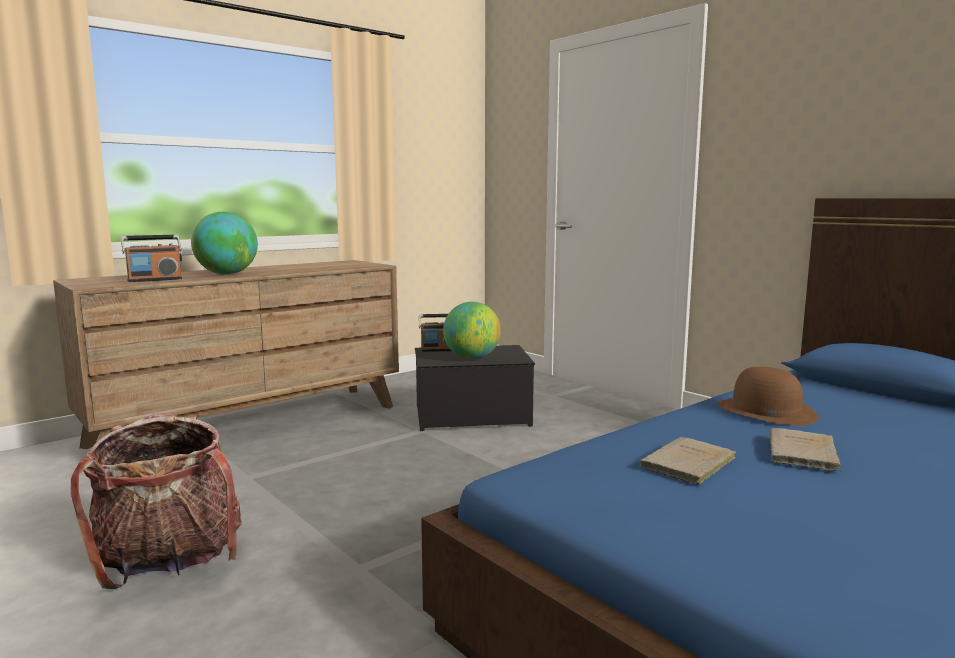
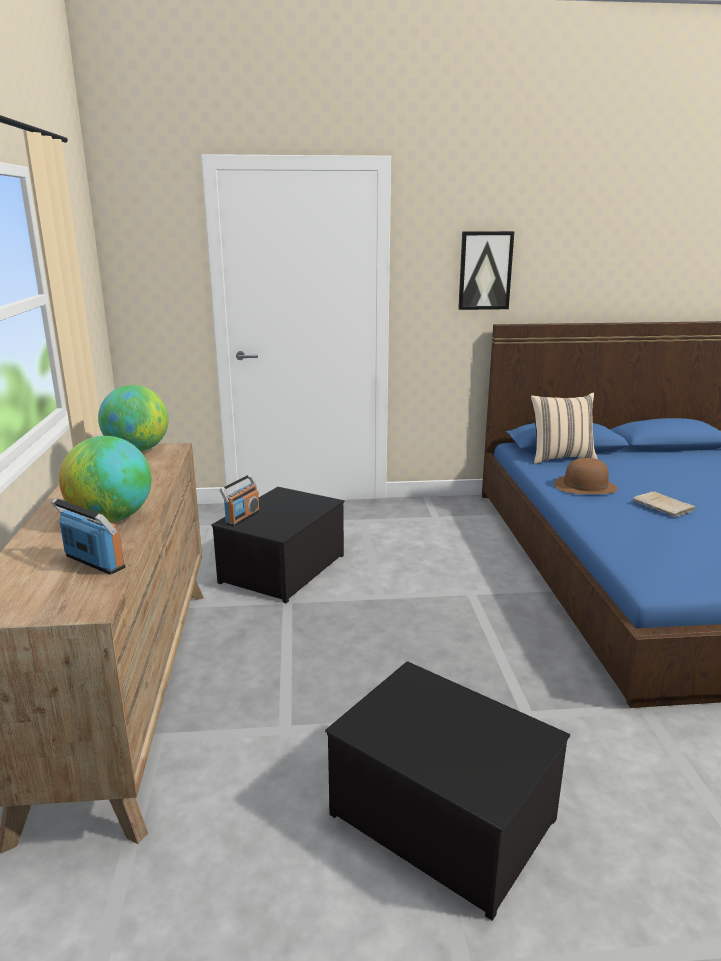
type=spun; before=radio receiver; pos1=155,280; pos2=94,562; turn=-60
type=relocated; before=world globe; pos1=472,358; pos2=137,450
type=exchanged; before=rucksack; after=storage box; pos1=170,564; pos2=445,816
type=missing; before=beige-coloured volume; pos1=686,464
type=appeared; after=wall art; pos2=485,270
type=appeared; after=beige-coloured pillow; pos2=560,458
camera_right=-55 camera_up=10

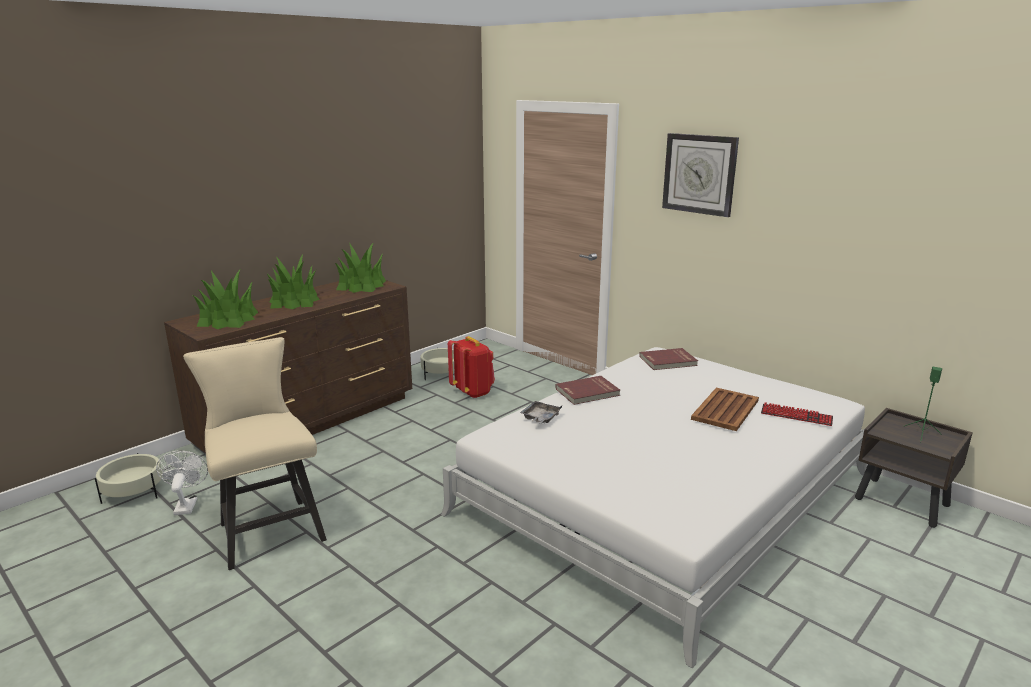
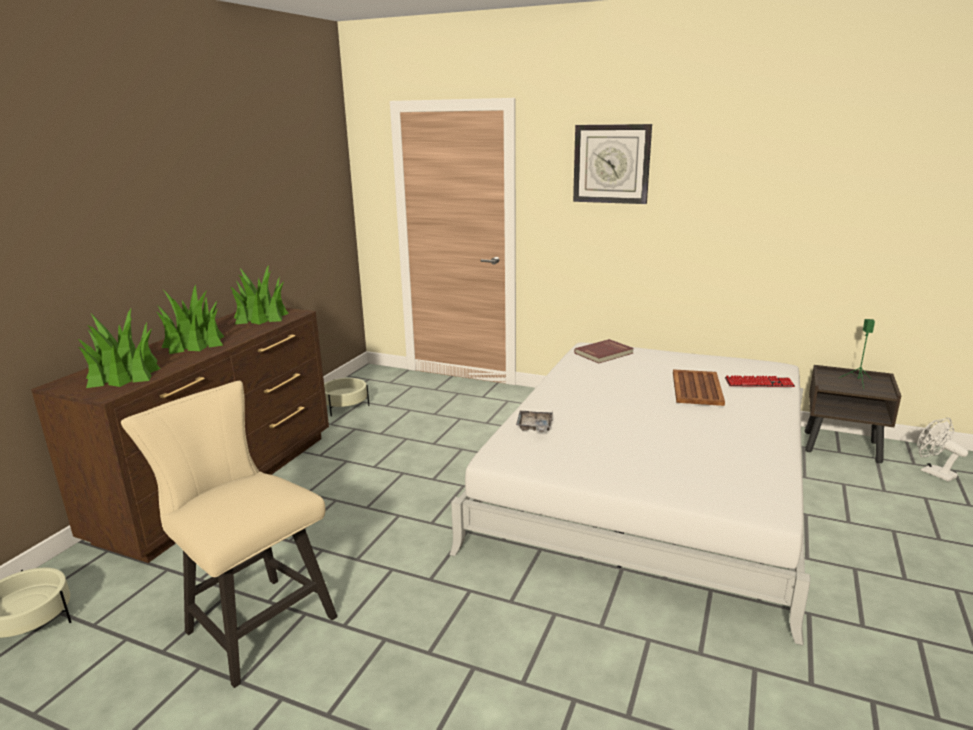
type=missing; before=red-coloured rucksack; pos1=473,392
type=missing; before=red-coloured volume; pos1=588,392
type=relocated; before=whitish cooling fan; pos1=186,504; pos2=933,472
camera_right=-20 camera_up=0

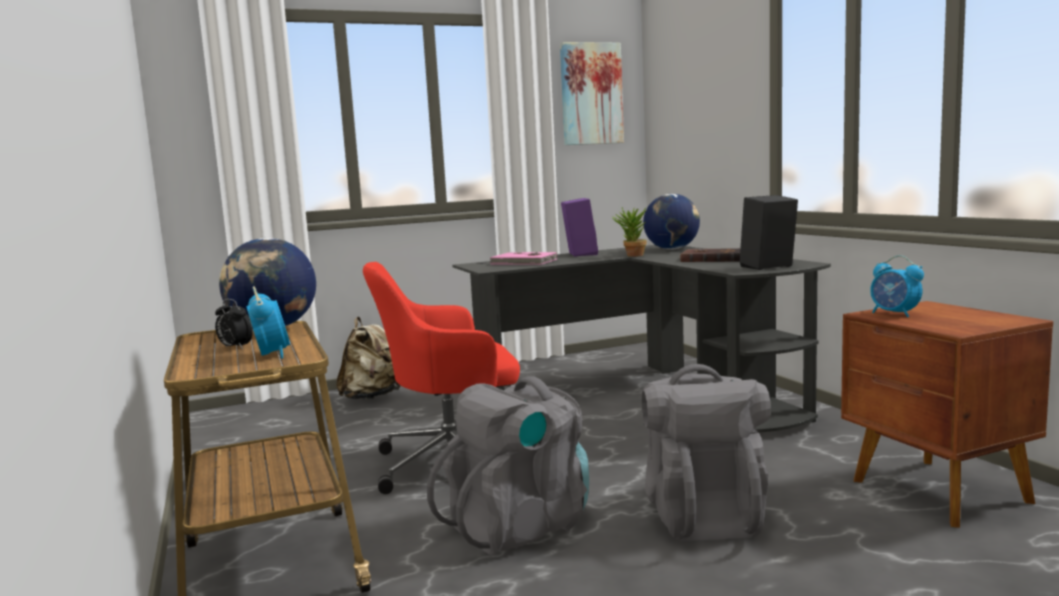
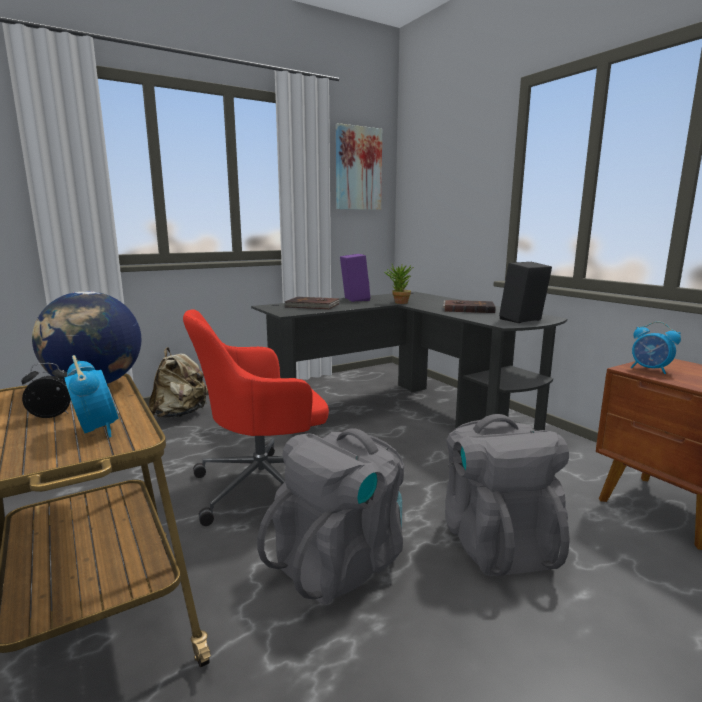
type=missing; before=world globe; pos1=672,249
type=colour; before=pinkish volume; after=brown-coloured volume; pos1=524,262; pos2=312,306
type=spun; before=alarm clock; pos1=235,348; pos2=52,416; turn=135
camera_right=-10 camera_up=5

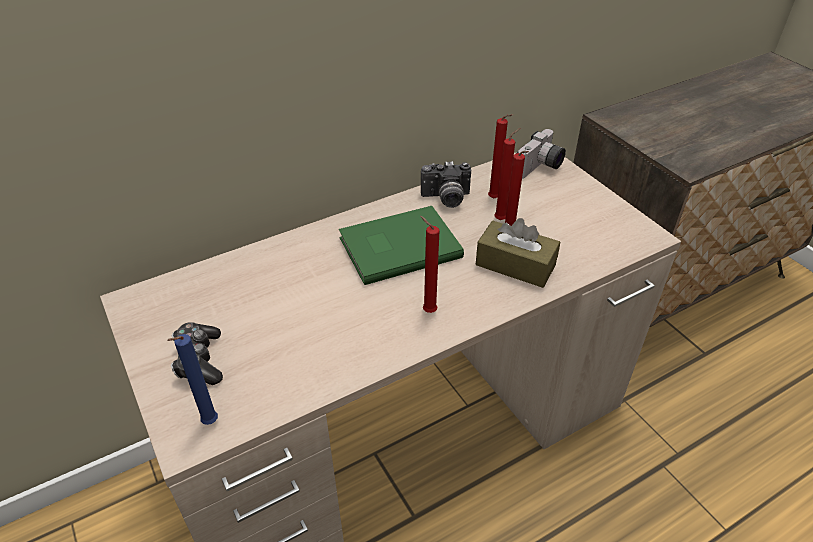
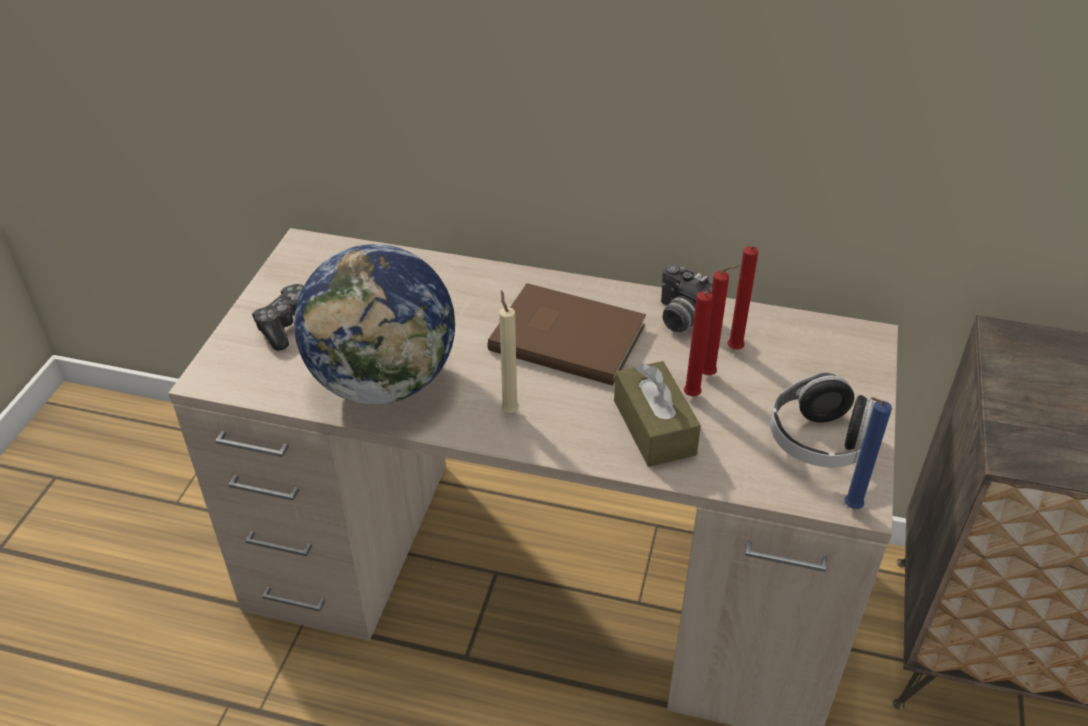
type=missing; before=photo camera; pos1=540,168
type=colour; before=green volume; after=brown-coloured volume; pos1=397,246; pos2=566,335
type=colour; before=red-coloured wax light; after=beige-coloured wax light; pos1=427,311; pos2=509,410
type=relocated; before=blue-coloured wax light; pos1=208,424; pos2=849,507
type=appeared; after=world globe; pos2=384,382
type=appeared; after=headphones; pos2=820,441
camera_right=45 camera_up=0

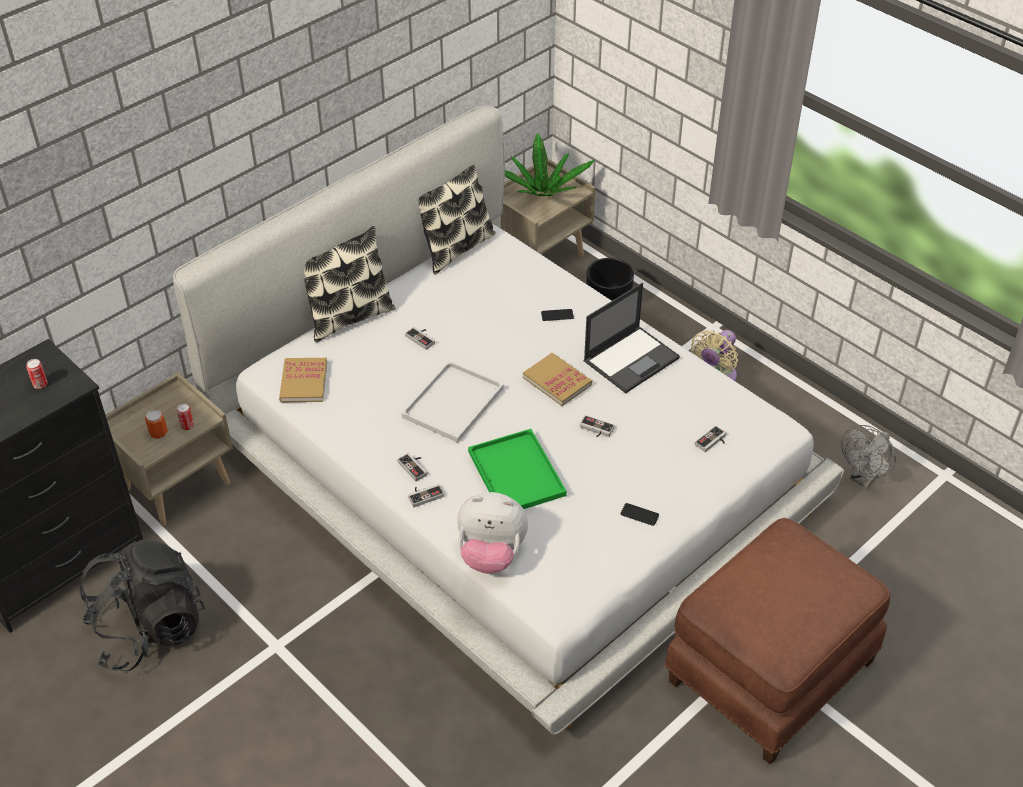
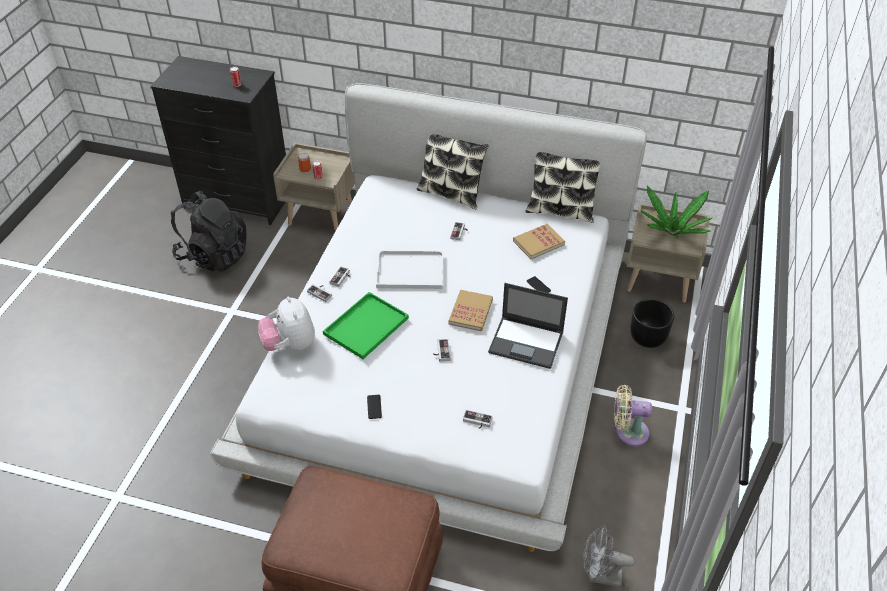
type=relocated; before=volume; pos1=303,382; pos2=538,243
camera_right=60 camera_up=0

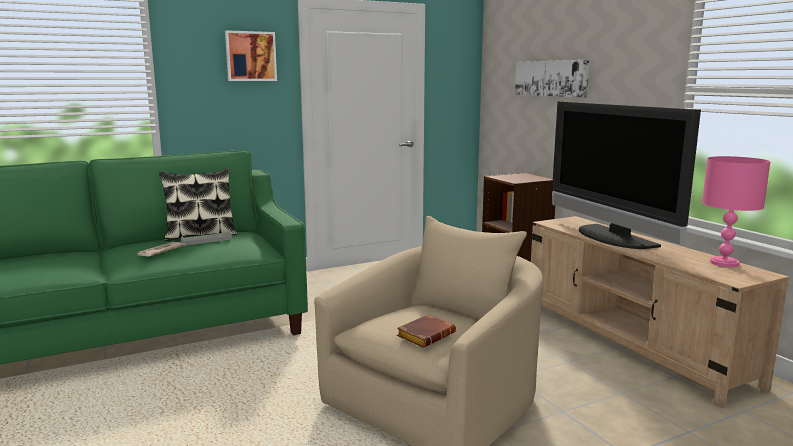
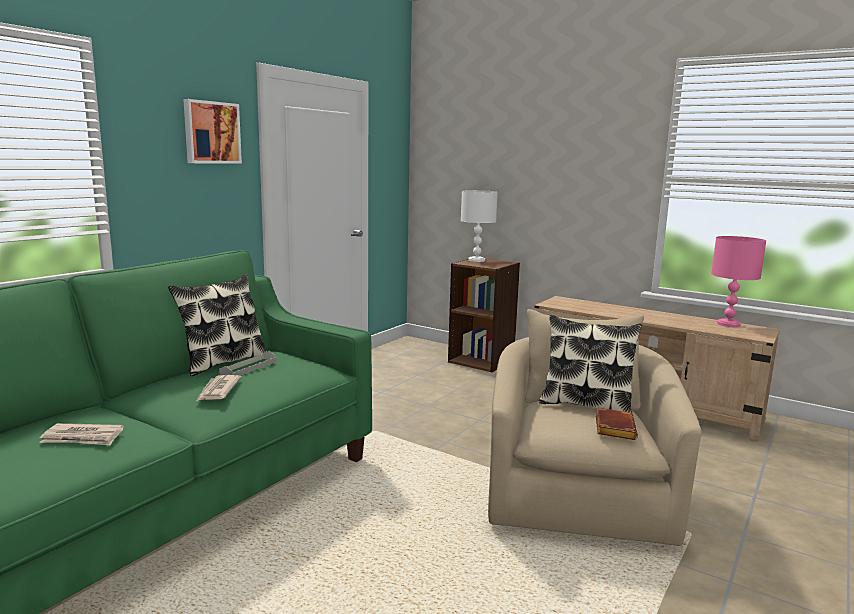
type=missing; before=wall art; pos1=551,78
type=missing; before=TV set; pos1=611,237
type=appeared; after=whitish table lamp; pos2=476,260
type=appeared; after=pillow; pos2=586,404
type=appeared; after=printed paper; pos2=83,438
camera_right=-30 camera_up=0

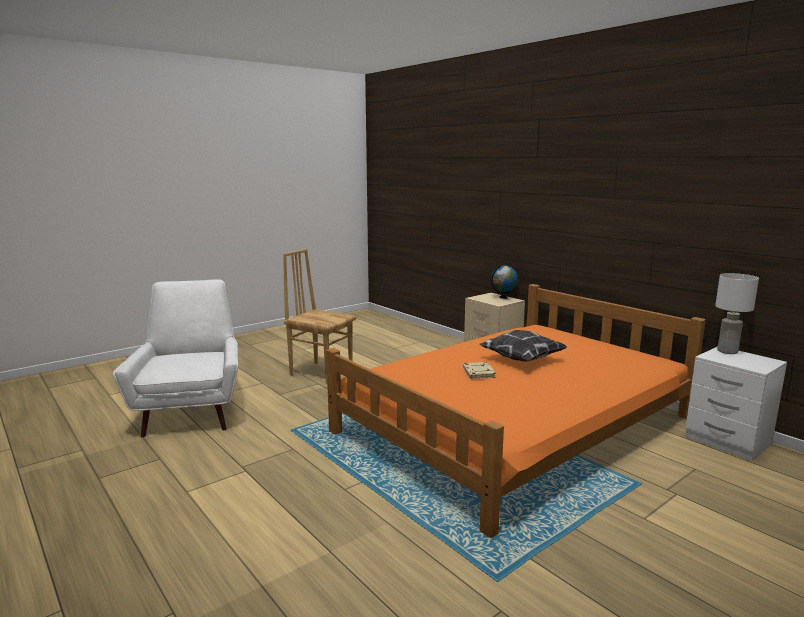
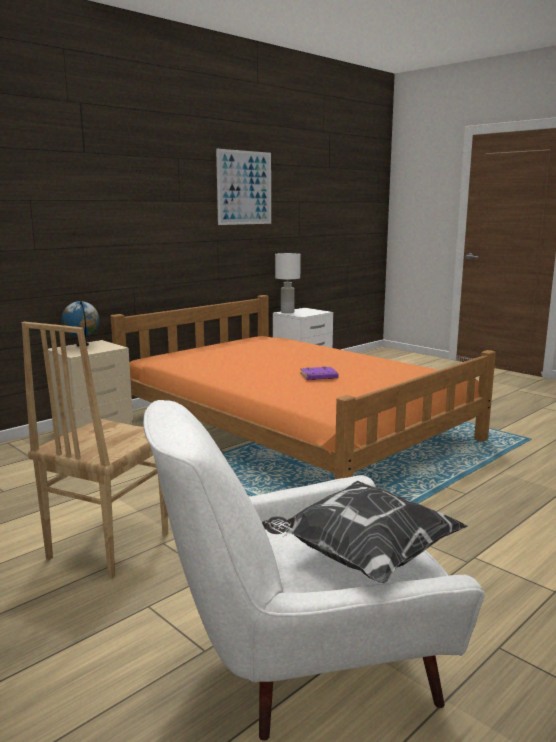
type=relocated; before=pillow; pos1=521,359; pos2=360,557
type=colour; before=beige-coloured volume; after=purple-coloured volume; pos1=478,373; pos2=318,377
type=appeared; after=wall art; pos2=244,188
camera_right=-95 camera_up=0

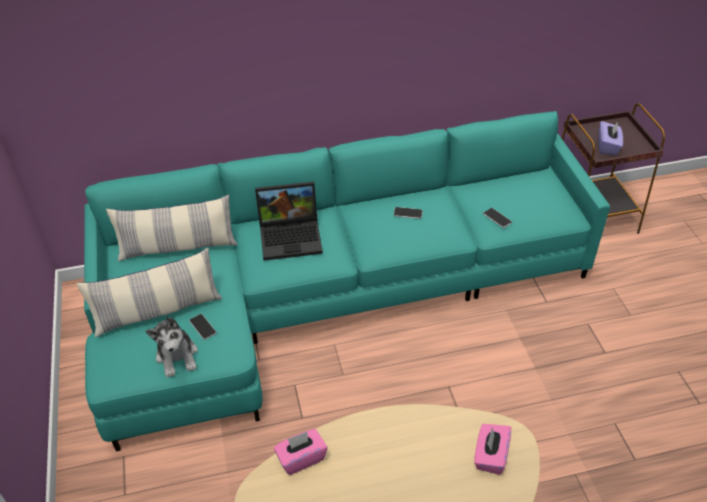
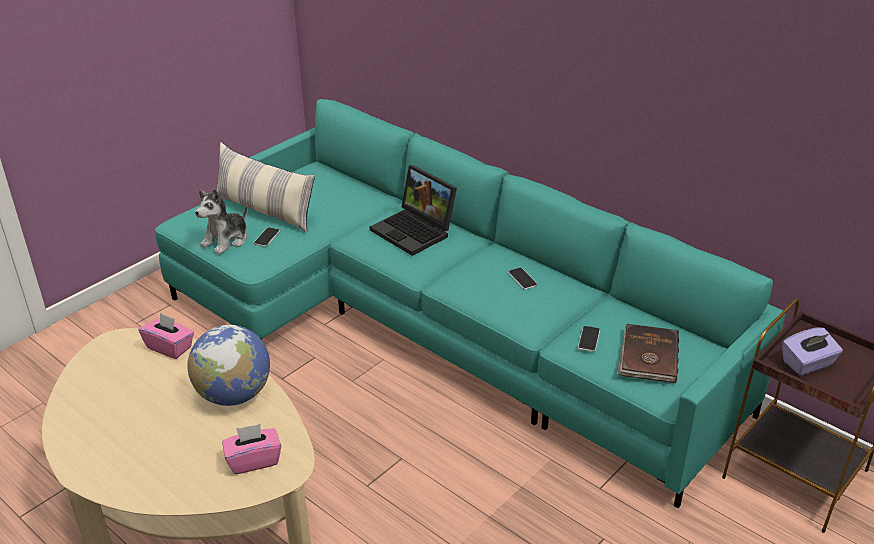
type=missing; before=pillow; pos1=178,247
type=appeared; after=brown-coloured volume; pos2=648,356
type=appeared; after=world globe; pos2=234,395
camera_right=55 camera_up=-10

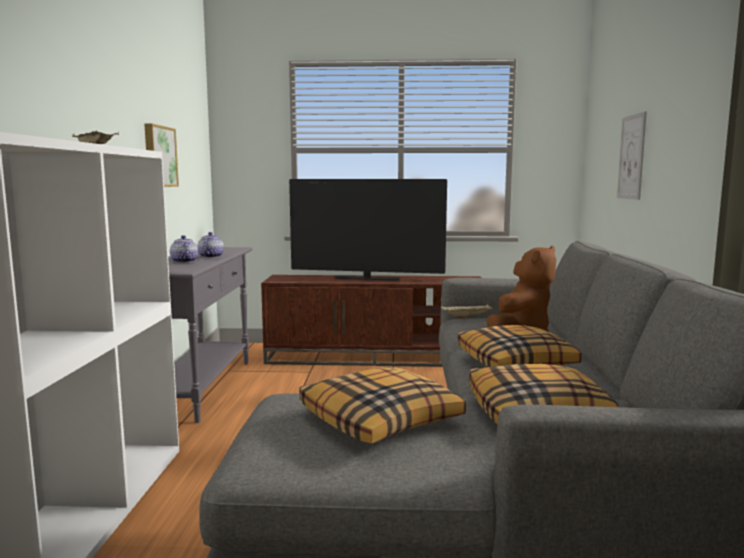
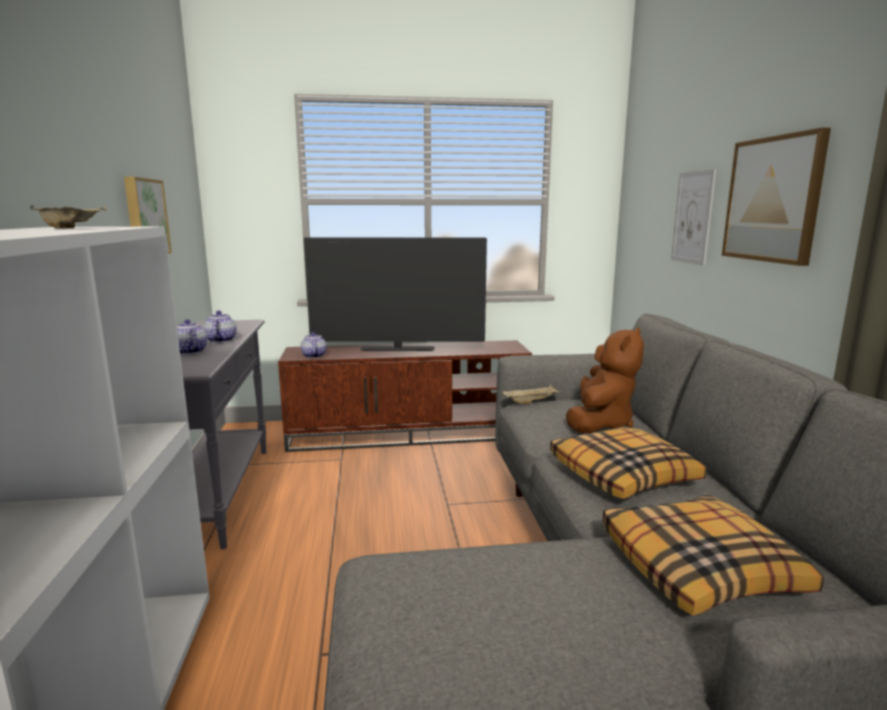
type=missing; before=pillow; pos1=380,419
type=appeared; after=wall art; pos2=773,199
type=appeared; after=tea pot; pos2=313,356
camera_right=-10 camera_up=5

